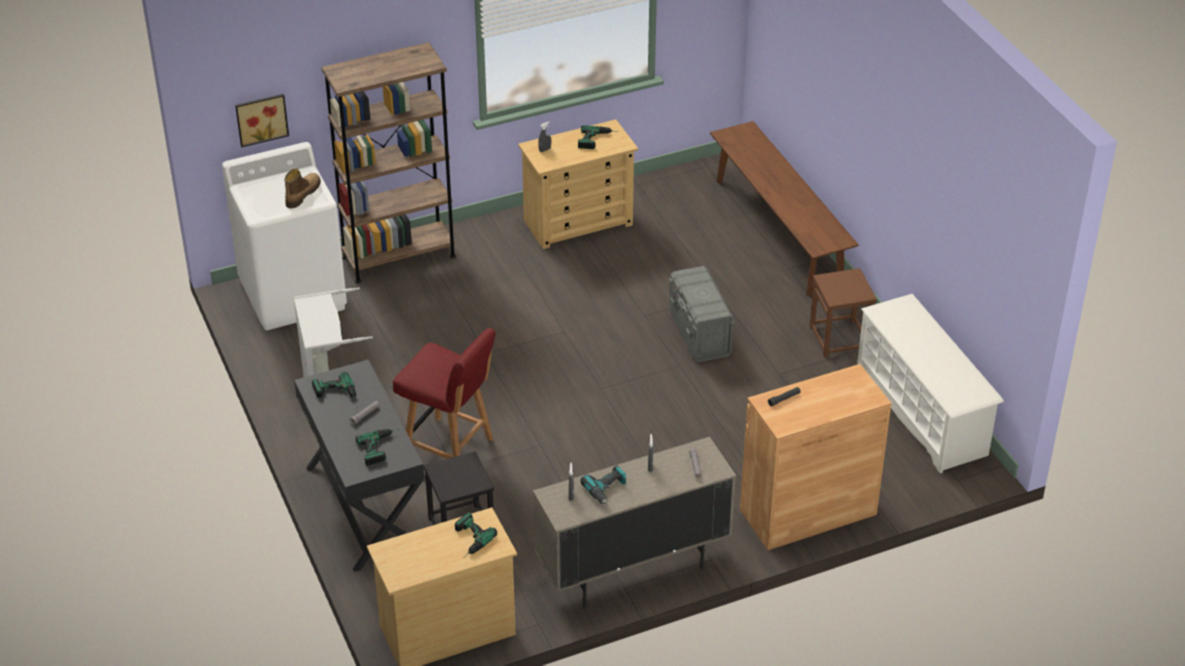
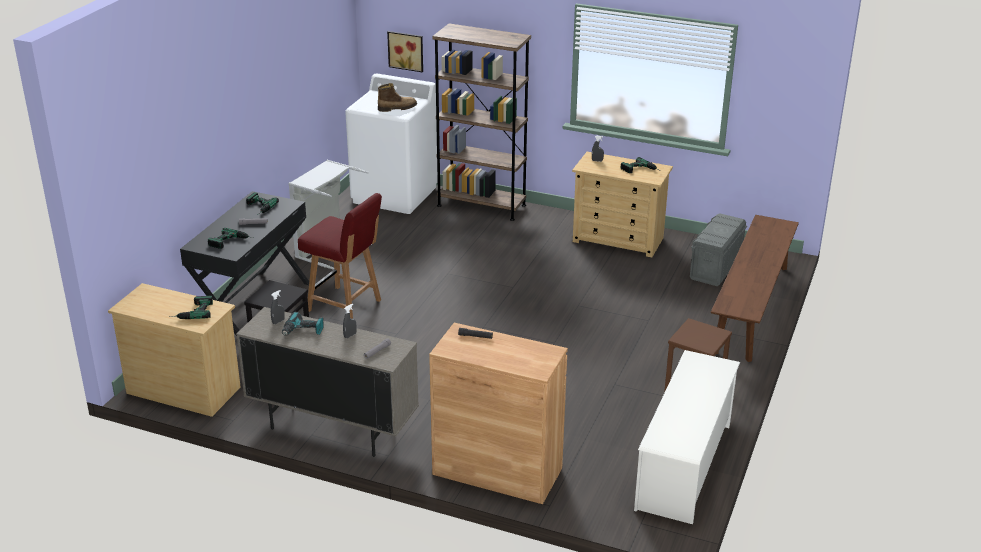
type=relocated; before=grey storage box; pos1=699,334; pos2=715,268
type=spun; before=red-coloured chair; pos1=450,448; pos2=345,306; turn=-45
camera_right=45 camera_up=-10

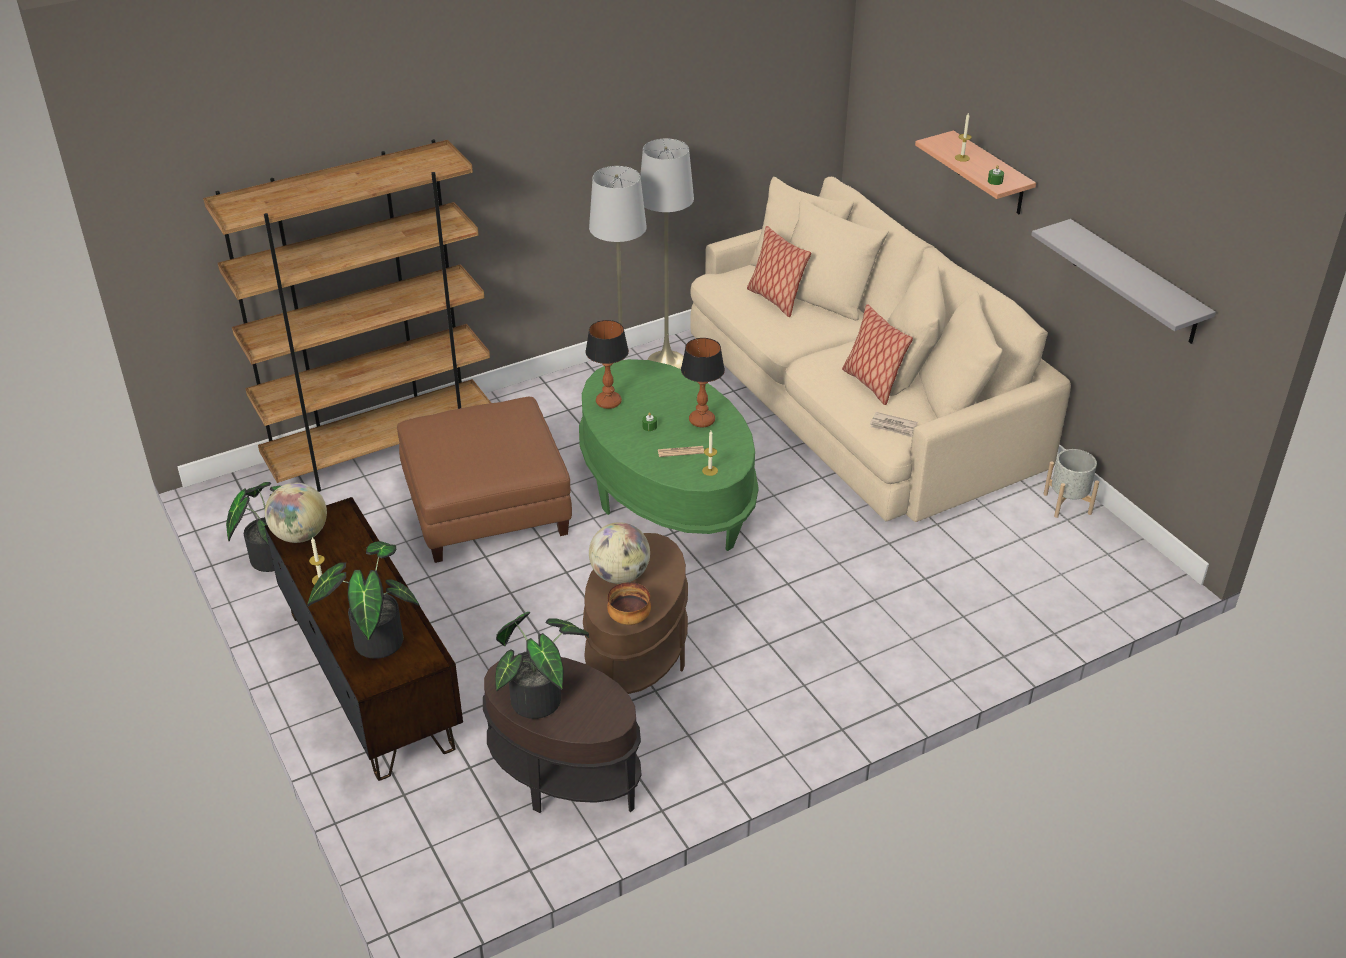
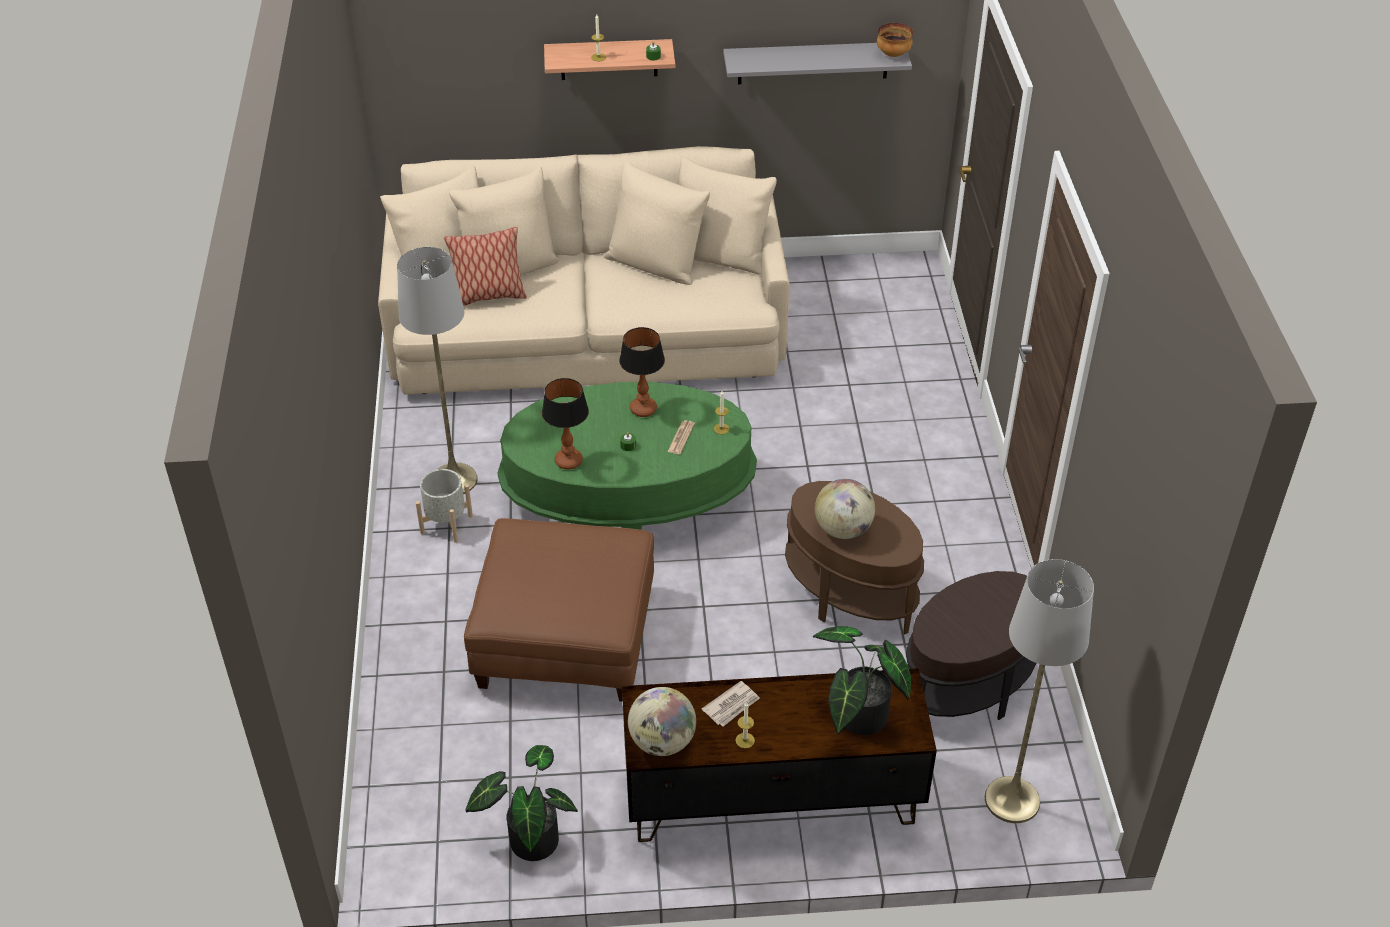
type=relocated; before=grey floor lamp; pos1=666,362; pos2=1012,800
type=missing; before=brown-coloured shelving unit; pos1=382,450
type=missing; before=pillow; pos1=872,384
type=relocated; before=printed paper; pos1=893,427; pos2=732,705
type=relocated; before=grey flower pot; pos1=1067,503; pos2=446,524
type=relocated; before=bowl; pos1=629,619; pos2=892,54
type=missing; before=houseplant; pos1=542,700
camera_right=-65 camera_up=5

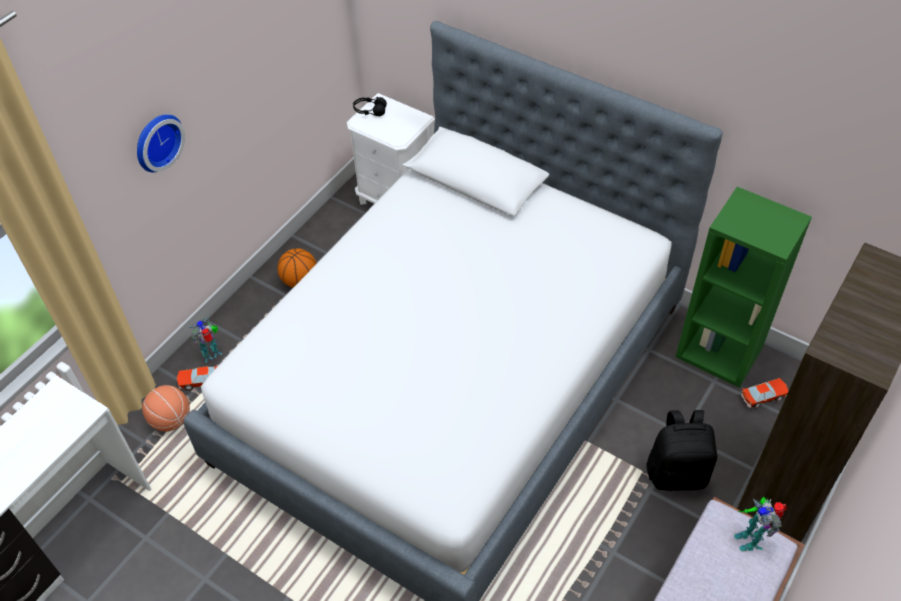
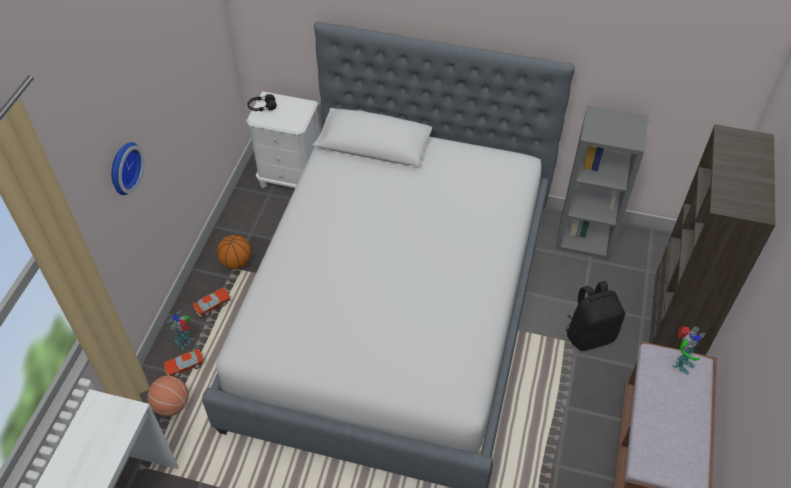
type=colour; before=green shelving unit; after=grey shelving unit; pos1=720,351; pos2=586,236
type=relocated; before=miniature car; pos1=763,396; pos2=213,305
type=spun; before=robot figure; pos1=750,538; pos2=680,364; turn=-105
camera_right=-20 camera_up=0

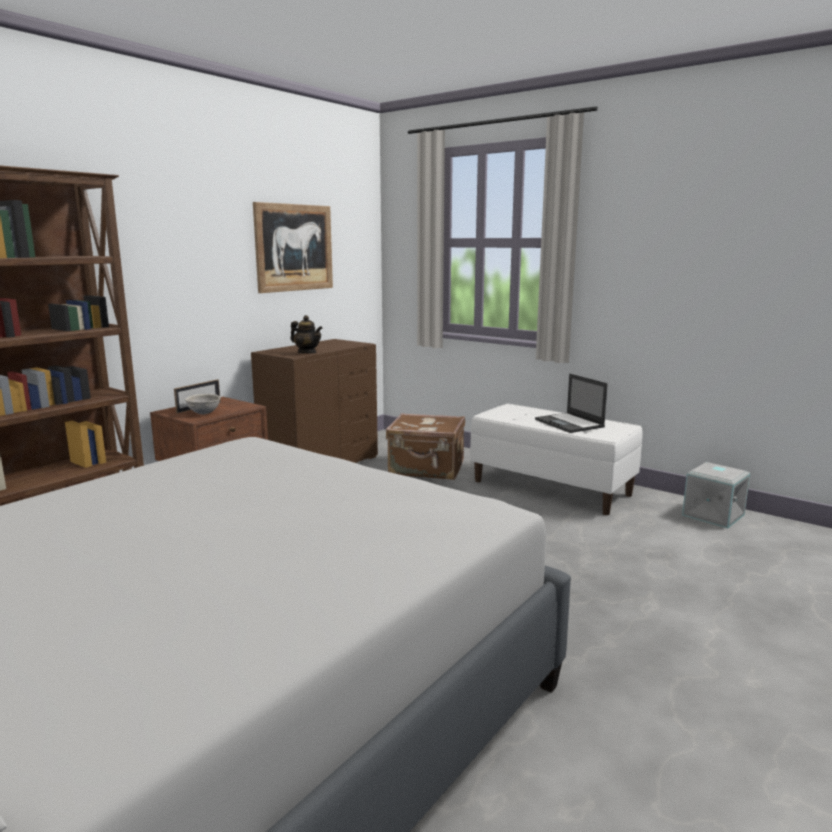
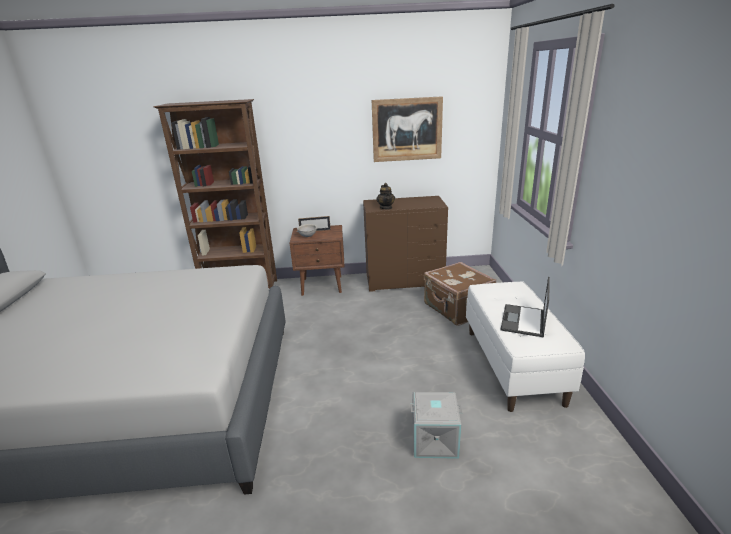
type=relocated; before=grey storage box; pos1=712,514; pos2=435,439
camera_right=50 camera_up=10

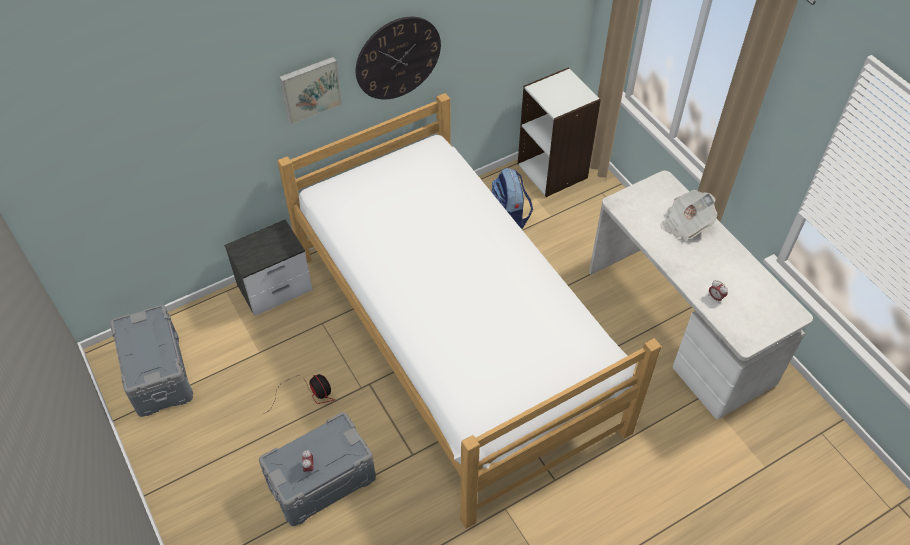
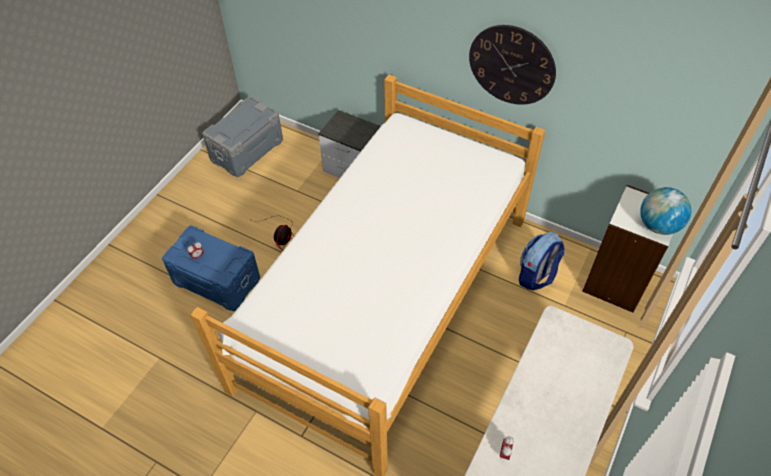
type=missing; before=wall art; pos1=310,89
type=missing; before=printed paper; pos1=685,224
type=colour; before=grey storage box; after=blue-coloured storage box; pos1=321,480; pos2=217,280
type=appeared; after=world globe; pos2=658,225
camera_right=60 camera_up=0

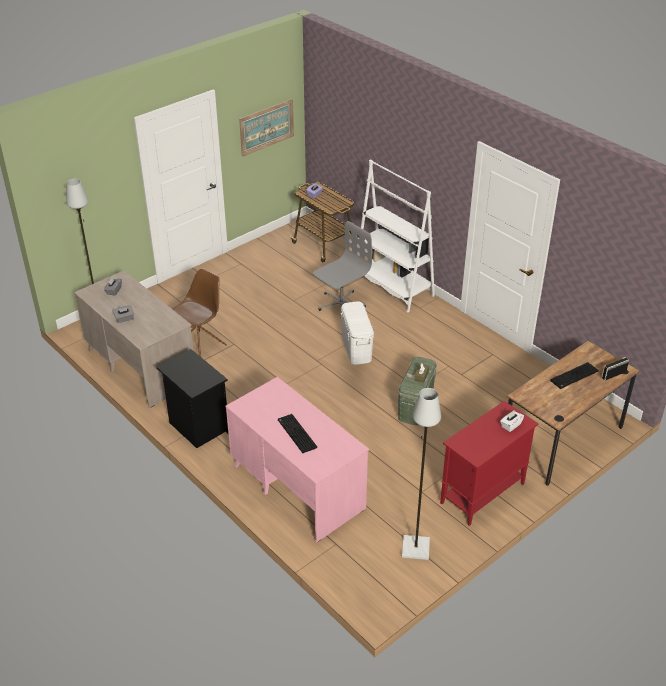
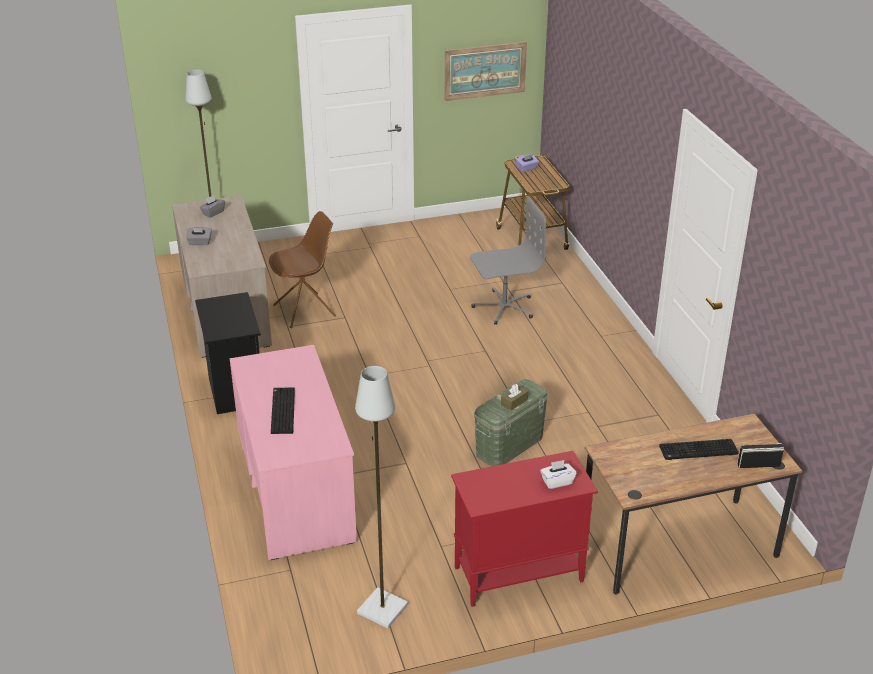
type=missing; before=whitish shelving unit; pos1=393,287
type=missing; before=whitish storage box; pos1=356,348
camera_right=25 camera_up=-5

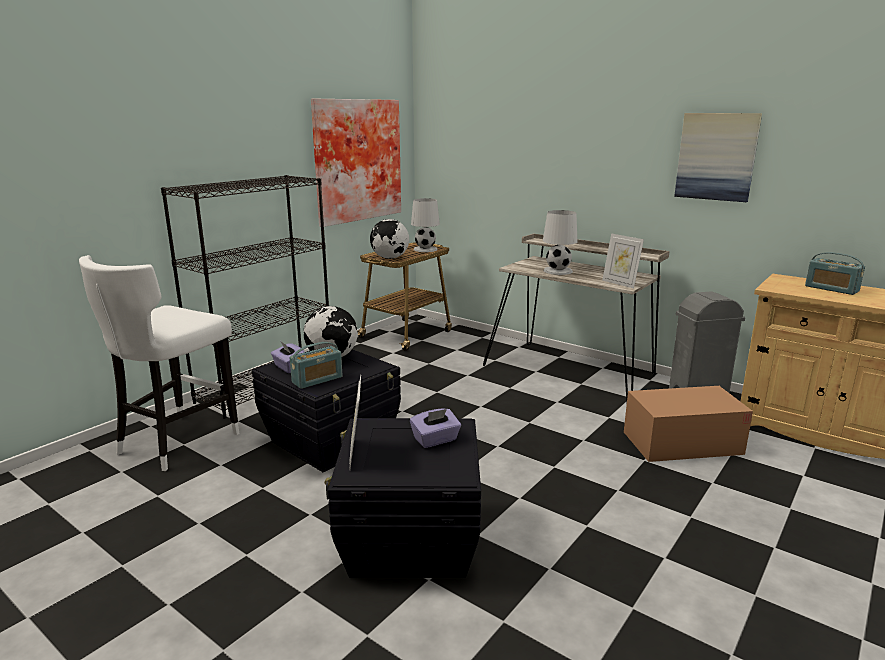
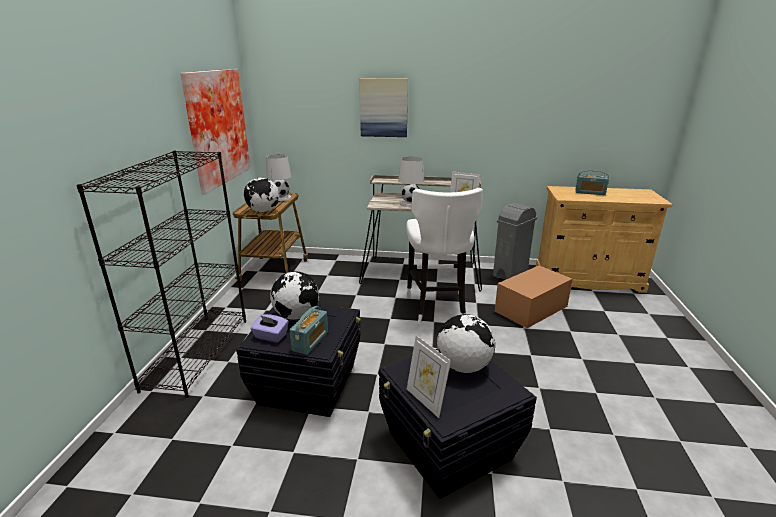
type=relocated; before=wall art; pos1=716,156; pos2=383,107
type=relocated; before=whitish stool; pos1=176,442; pos2=437,308
type=exchanged; before=purple-coloured tissue box; after=world globe; pos1=435,440; pos2=463,366
camera_right=-30 camera_up=5

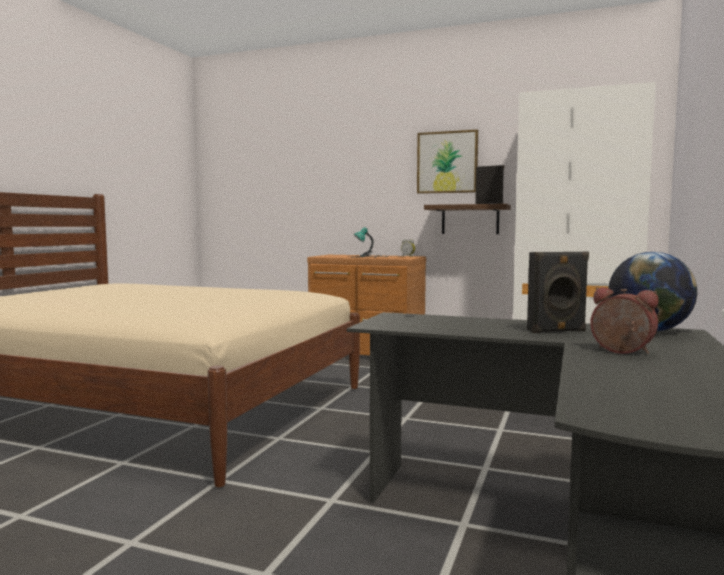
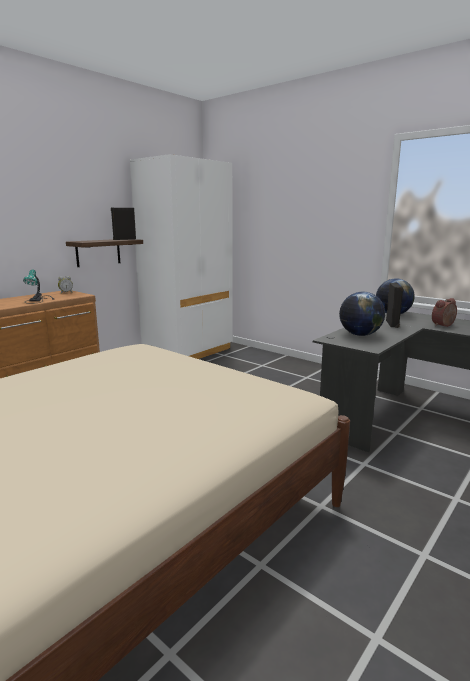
type=missing; before=wall art; pos1=447,162
type=appeared; after=world globe; pos2=359,335
camera_right=-70 camera_up=10

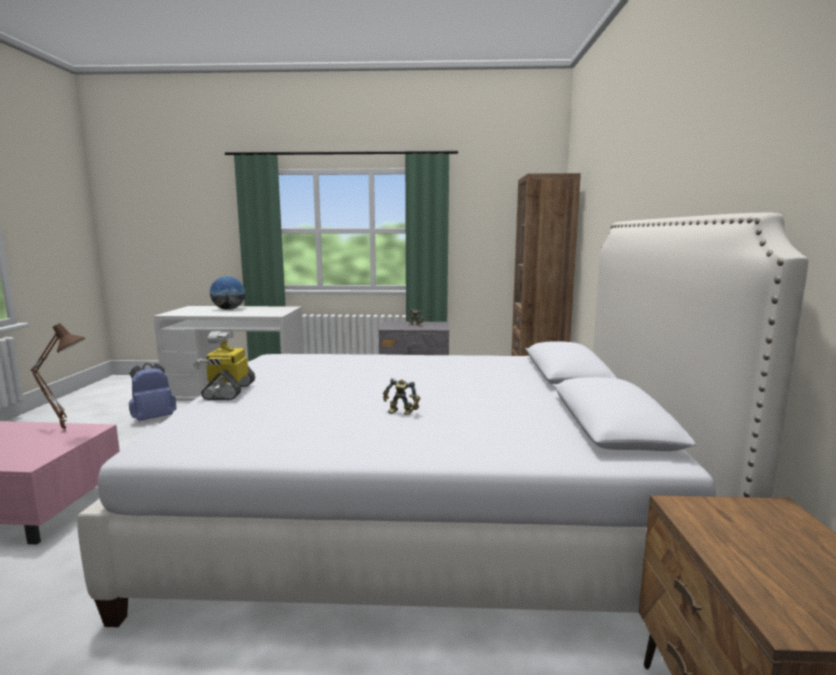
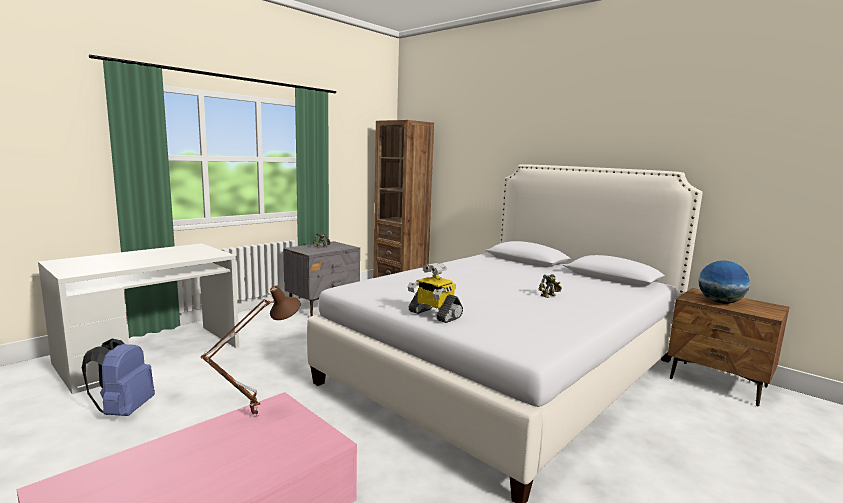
type=relocated; before=world globe; pos1=229,309; pos2=720,302
camera_right=-50 camera_up=0

